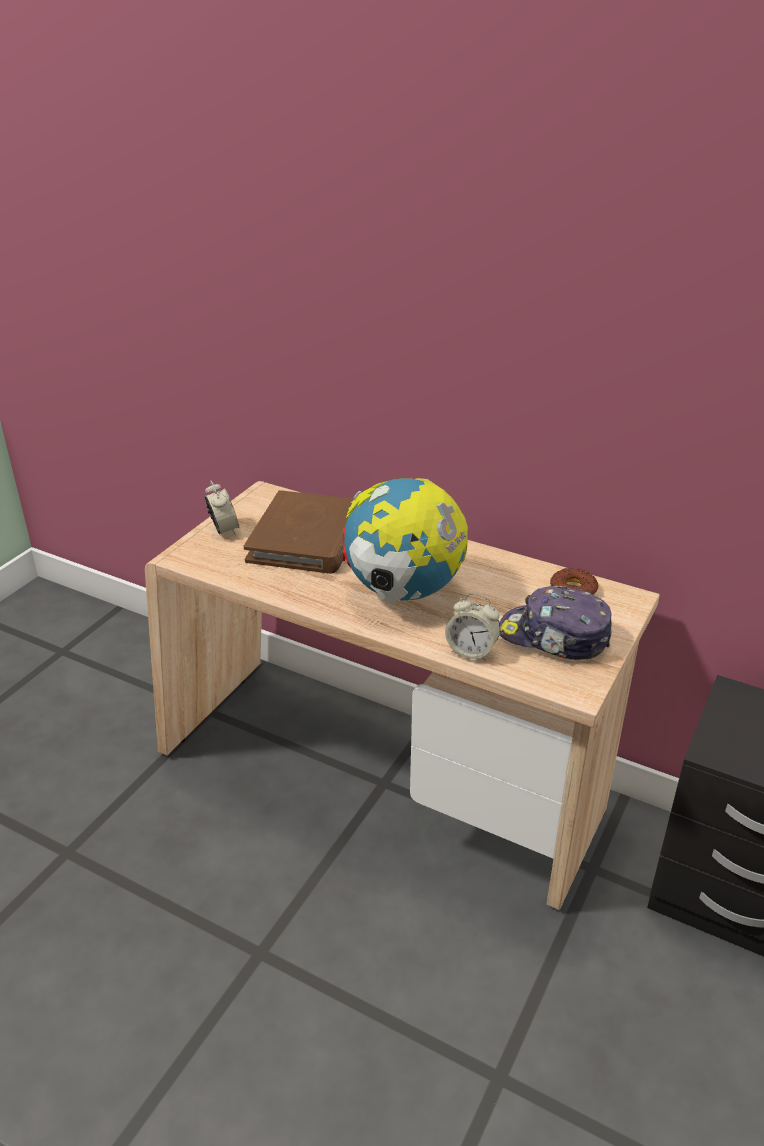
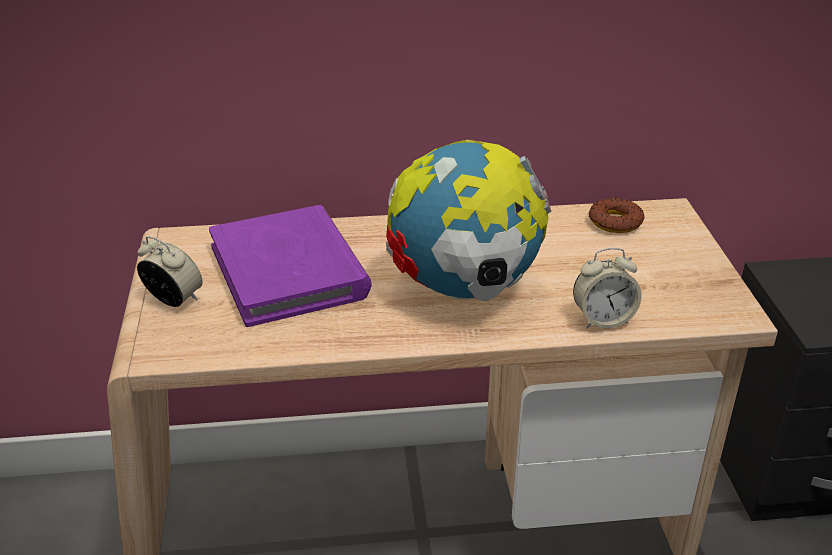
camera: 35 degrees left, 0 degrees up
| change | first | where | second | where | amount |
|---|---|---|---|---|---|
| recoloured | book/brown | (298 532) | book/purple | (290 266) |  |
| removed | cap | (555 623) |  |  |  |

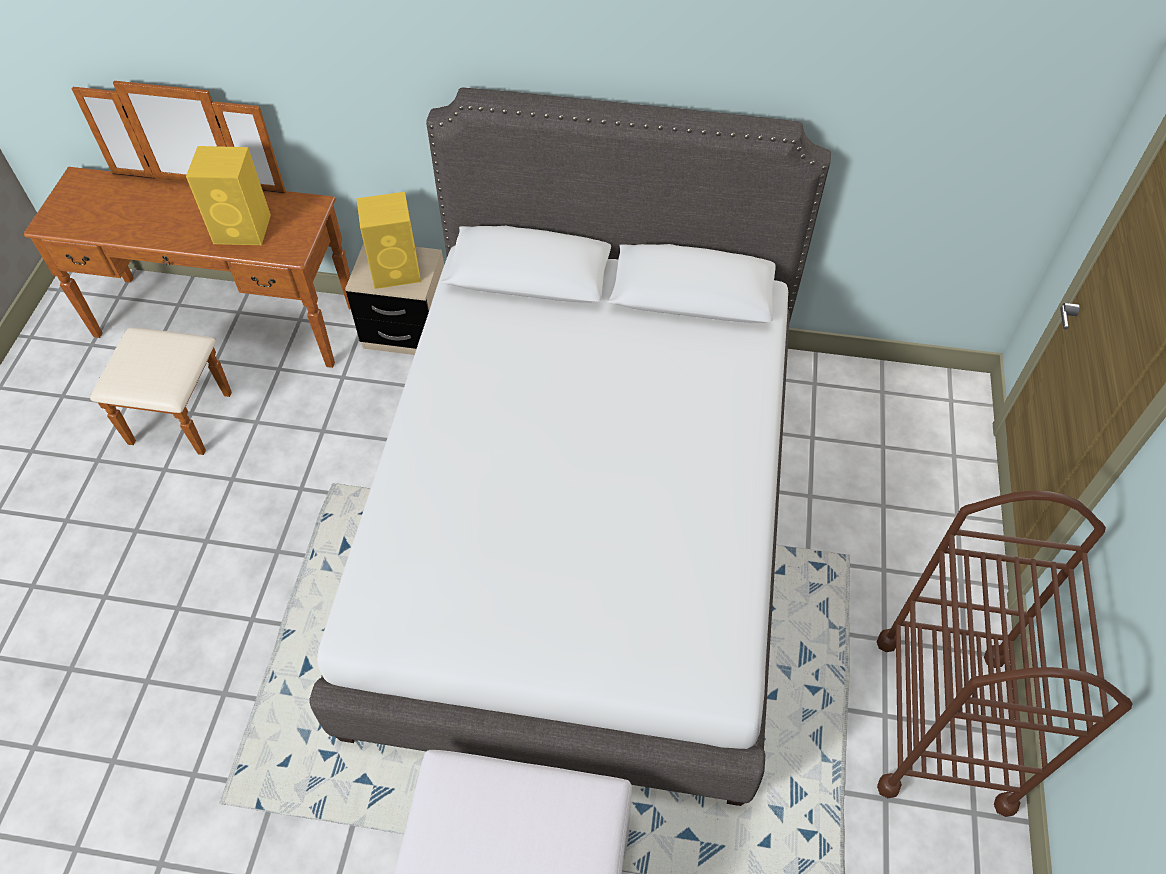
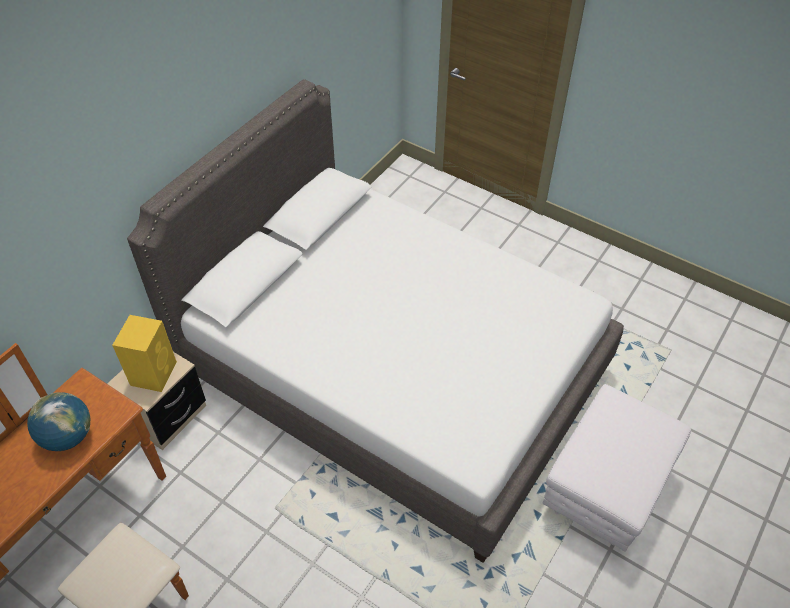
camera: 65 degrees left, 5 degrees down
| change | first | where | second | where | amount |
|---|---|---|---|---|---|
| replaced | speaker/yellow | (228 195) | globe | (58 421) |  |
| removed | cart/brown | (1005 654) |  |  |  |

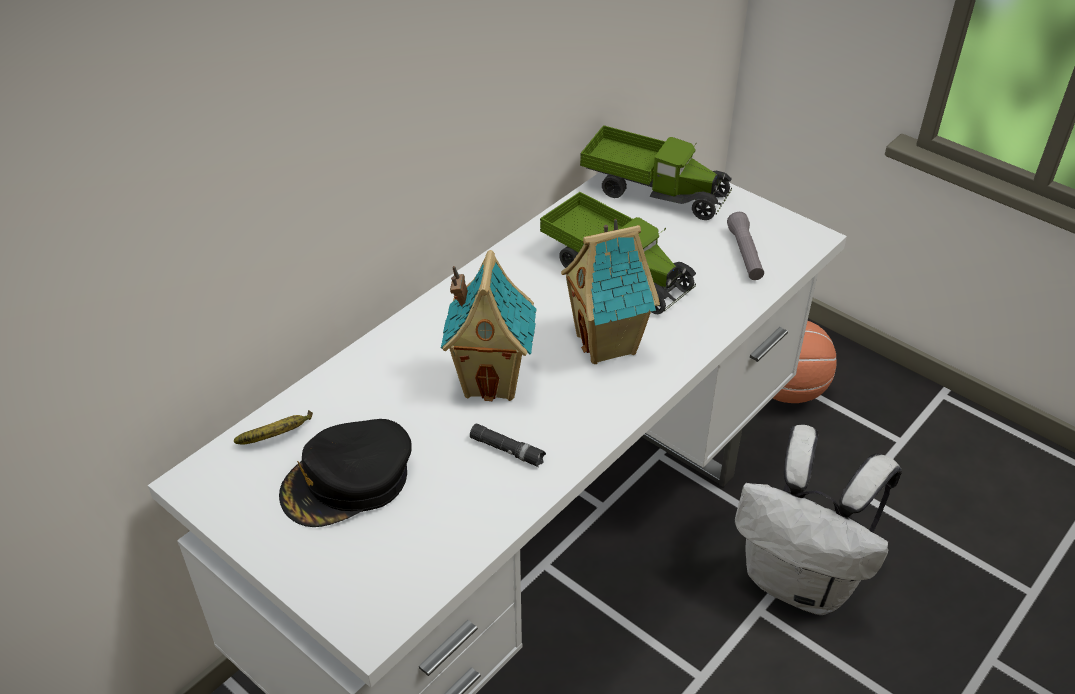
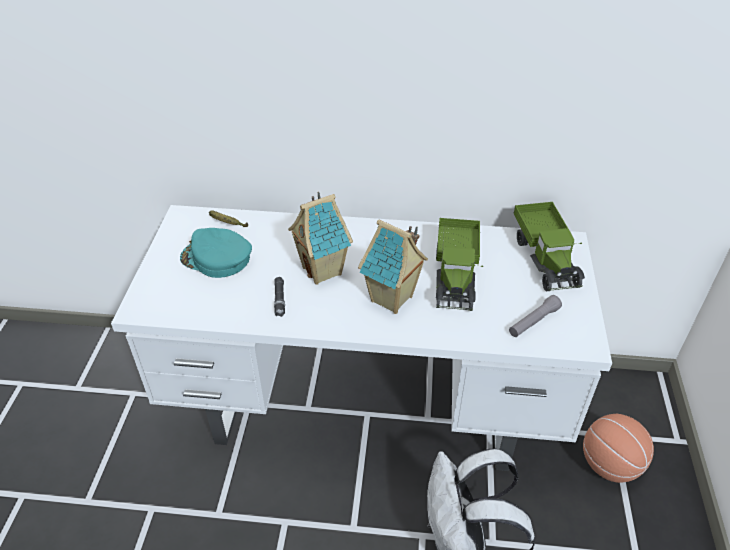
camera: 55 degrees right, 0 degrees up
| change | first | where | second | where | amount |
|---|---|---|---|---|---|
| recoloured | cap/black | (345 473) | cap/turquoise | (216 253) |  |

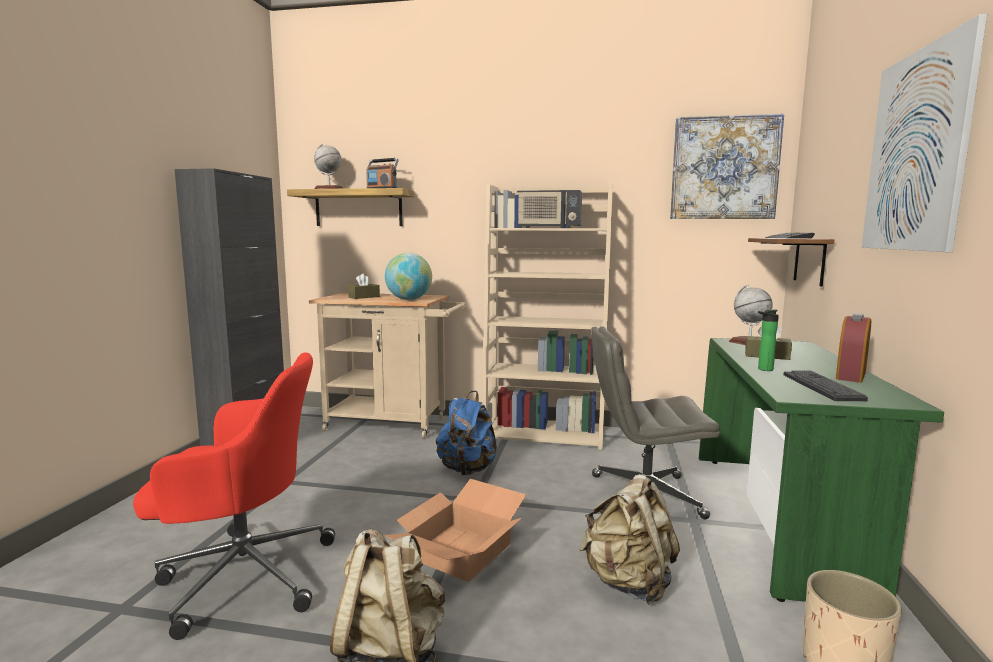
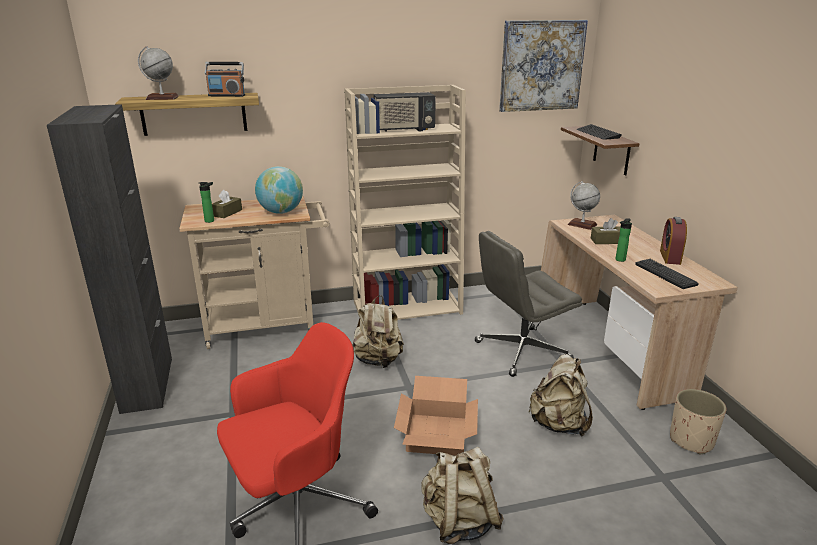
camera: 25 degrees left, 15 degrees up
| change | first | where | second | where | amount |
|---|---|---|---|---|---|
| added |  |  | bottle | (206 202) |  |
| recoloured | backpack/blue | (466 432) | backpack/beige | (378 331) |  |
| recoloured | desk/green | (821 470) | desk/beige | (639 312) |  |
| removed | picture | (924 133) |  |  |  |

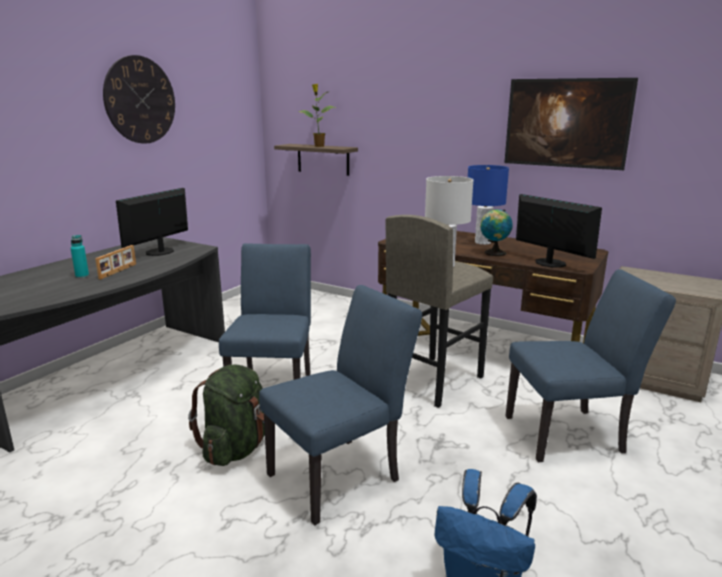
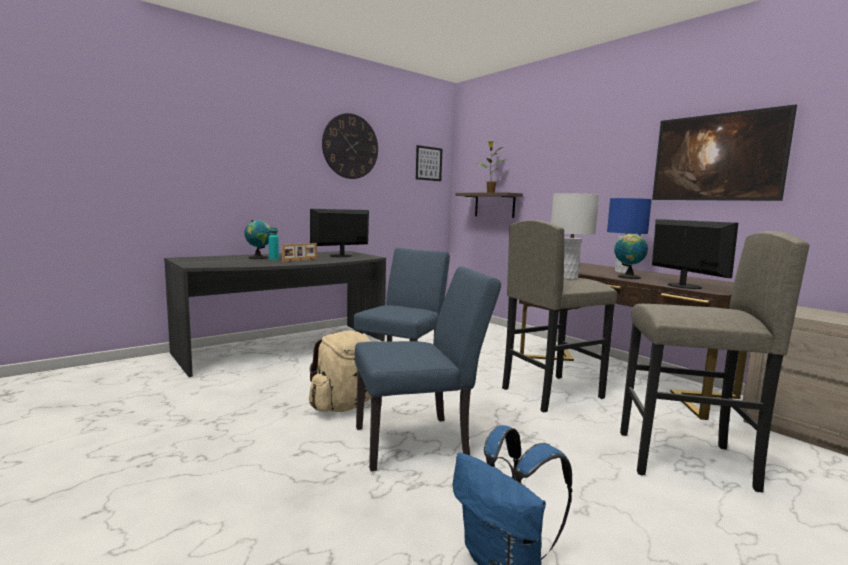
camera: 20 degrees right, 10 degrees down
| change | first | where | second | where | amount |
|---|---|---|---|---|---|
| added |  |  | globe | (257 239) |  |
| recoloured | backpack/green | (226 415) | backpack/beige | (340 371) |  |
| added |  |  | picture | (429 163) |  |
| replaced | chair/blue | (590 365) | stool/grey | (714 362) |  |

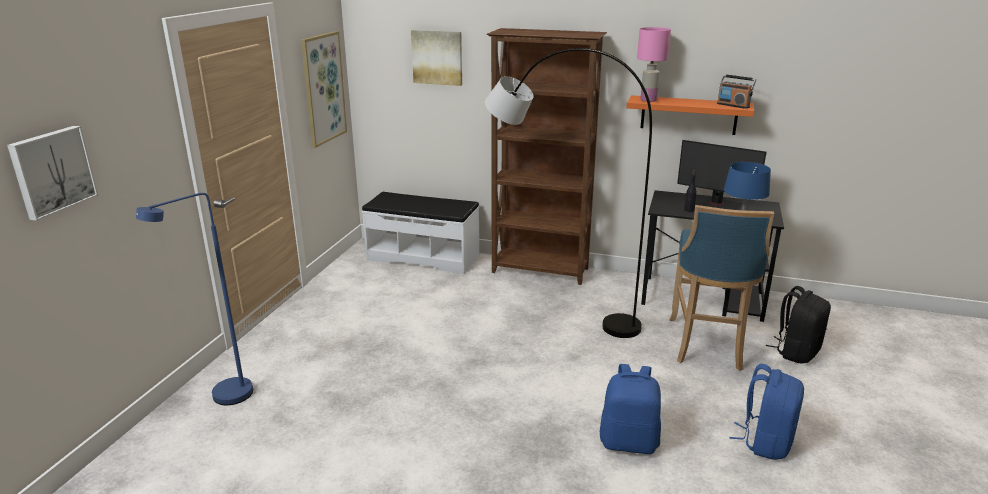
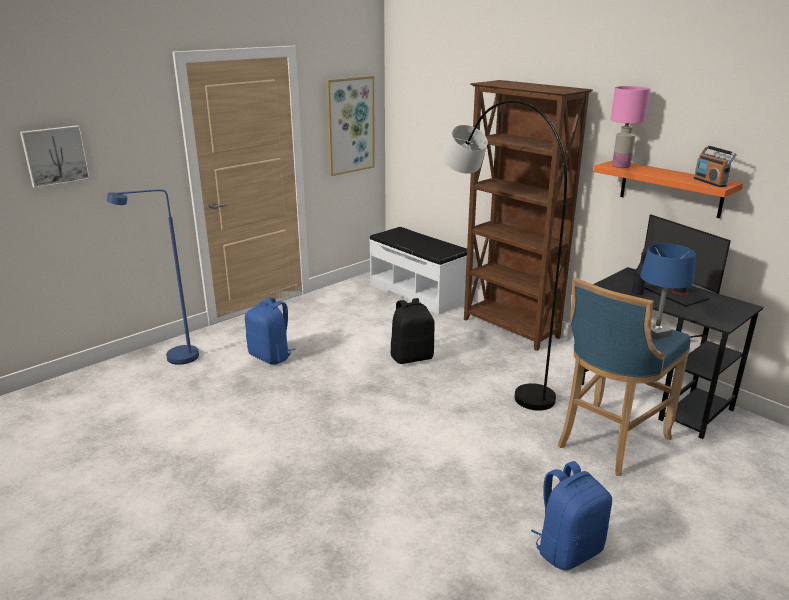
camera: 30 degrees right, 0 degrees up
| change | first | where | second | where | amount |
|---|---|---|---|---|---|
| moved | backpack/blue | (630 409) |  | (270 331) |  |
| moved | backpack/black | (798 324) |  | (413 331) |  |
| removed | picture | (436 58) |  |  |  |

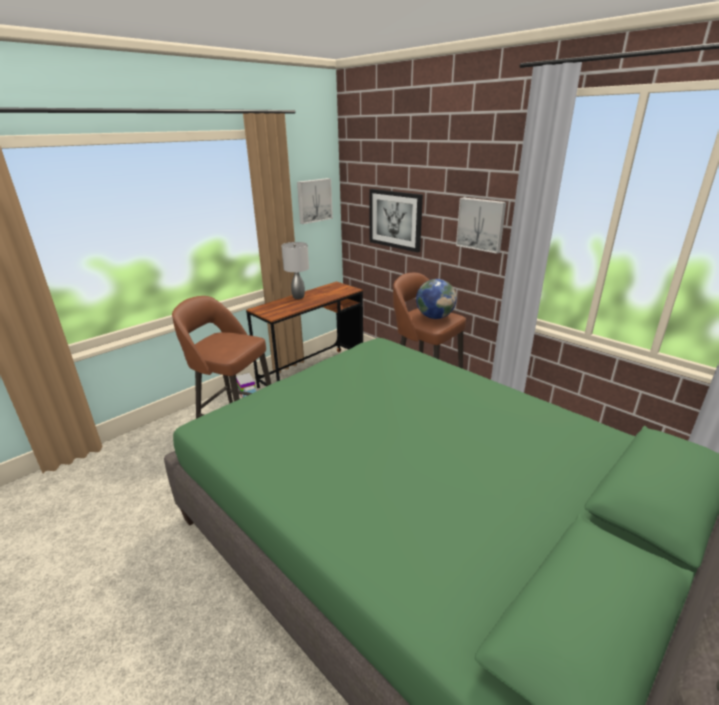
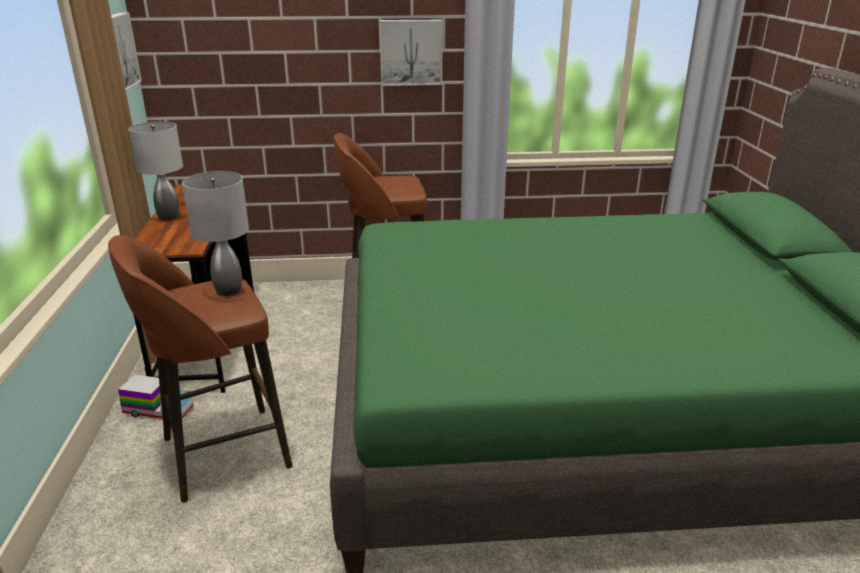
camera: 50 degrees left, 0 degrees up
| change | first | where | second | where | amount |
|---|---|---|---|---|---|
| added |  |  | table lamp/grey | (215 233) |  |
| removed | picture | (396 220) |  |  |  |
| removed | globe | (436 299) |  |  |  |

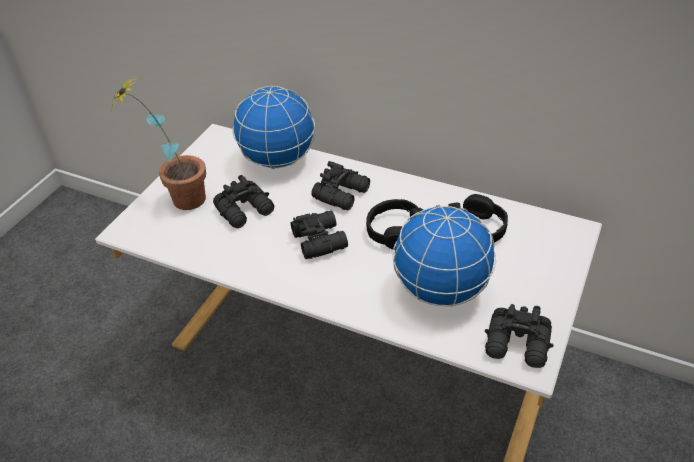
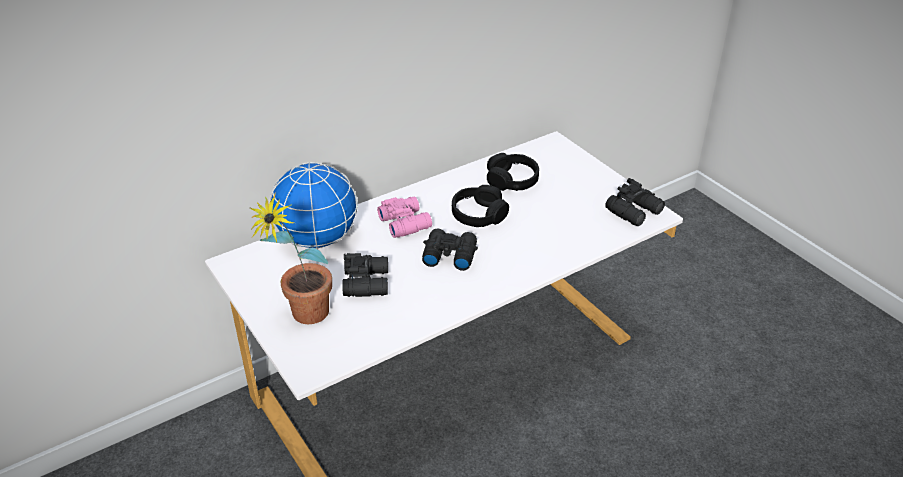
camera: 60 degrees left, 5 degrees down
| change | first | where | second | where | amount |
|---|---|---|---|---|---|
| recoloured | binoculars/black | (340 185) | binoculars/pink | (404 217) |  |
| removed | globe | (444 256) |  |  |  |

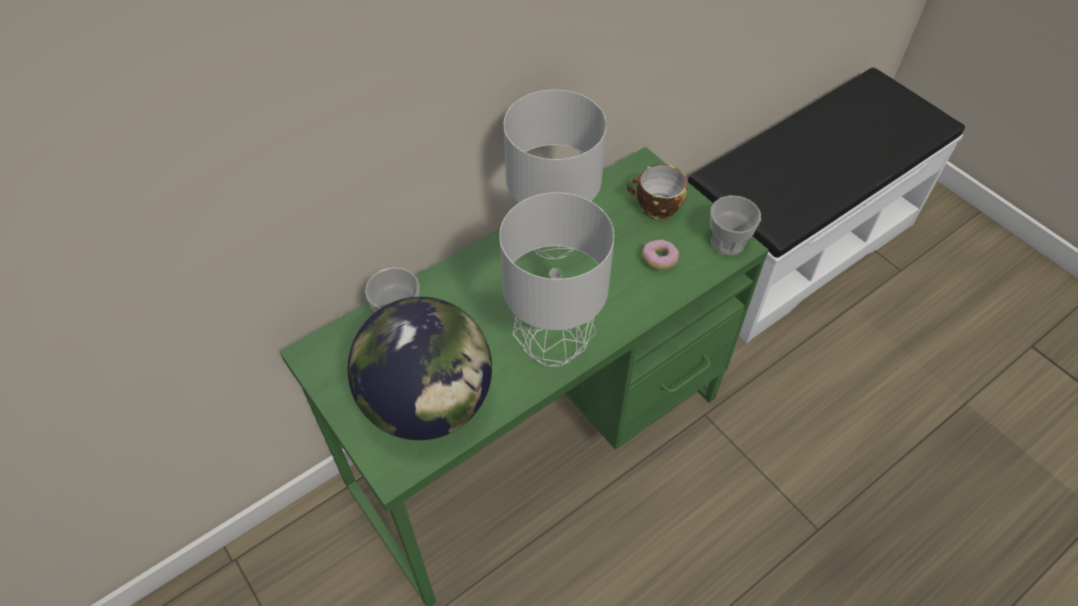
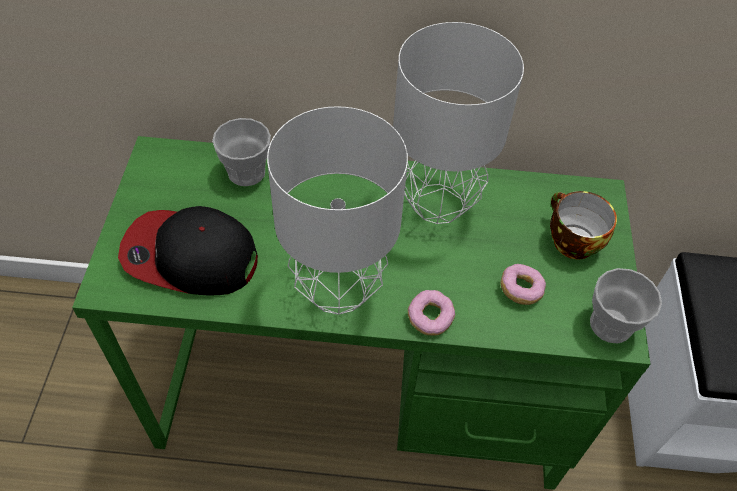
camera: 40 degrees right, 0 degrees up
| change | first | where | second | where | amount |
|---|---|---|---|---|---|
| replaced | globe | (420 368) | cap | (188 251) |  |
| added |  |  | donut | (431 312) |  |

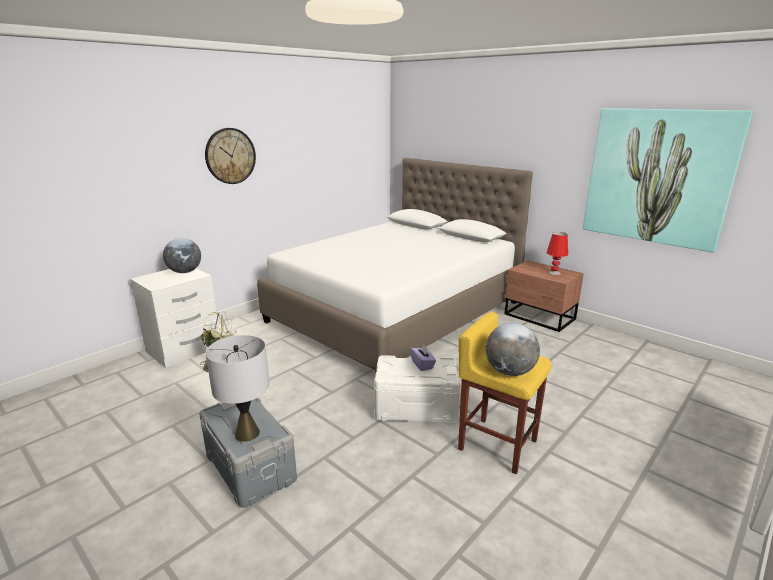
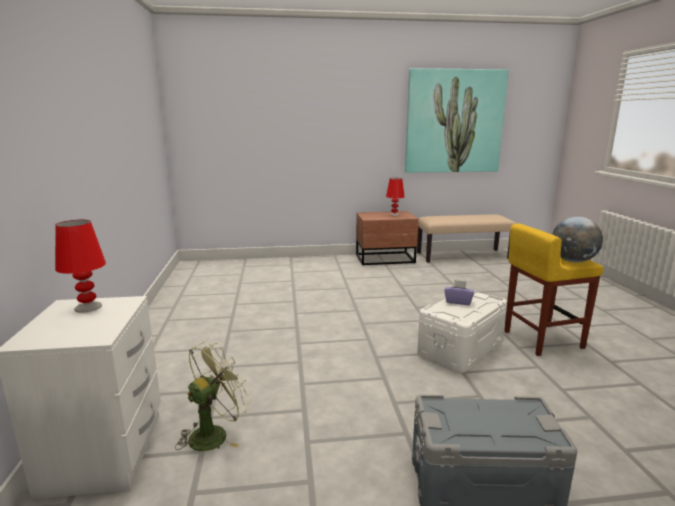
camera: 50 degrees left, 5 degrees down
| change | first | where | second | where | amount |
|---|---|---|---|---|---|
| replaced | globe | (182 255) | table lamp/red | (80 266) |  |
| added |  |  | bench/beige | (466 238) |  |
| removed | wall clock | (230 156) |  |  |  |
| removed | table lamp/grey | (238 388) |  |  |  |
| removed | bed/white | (395 264) |  |  |  |

